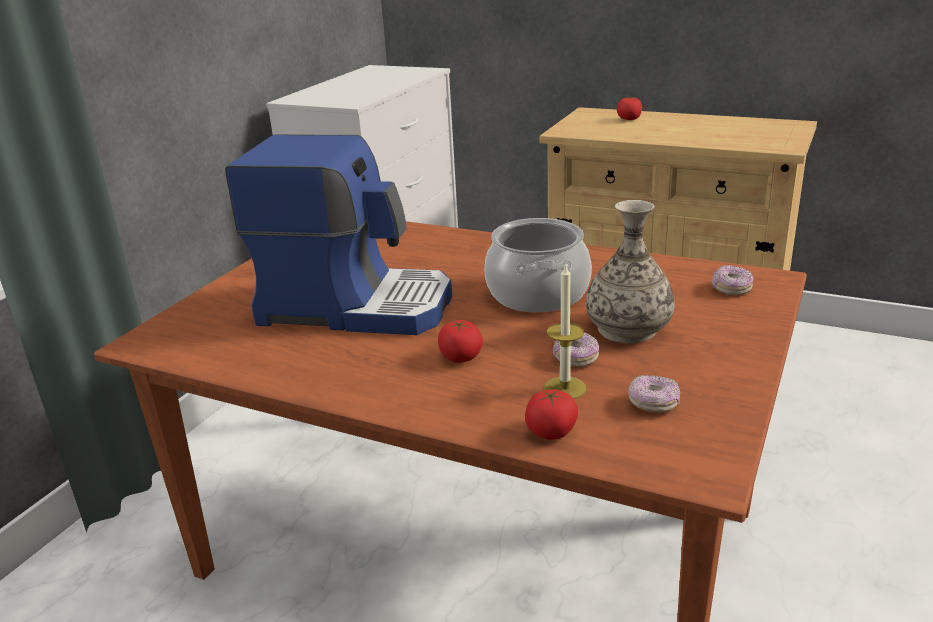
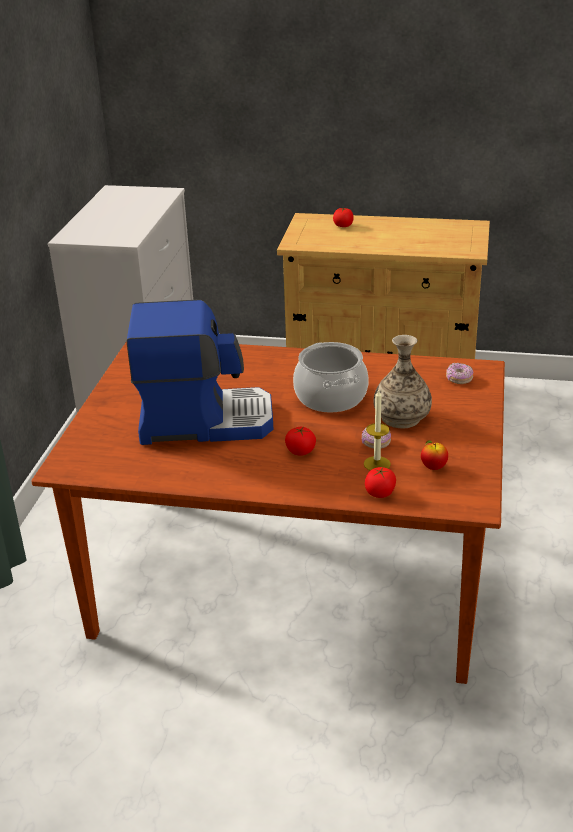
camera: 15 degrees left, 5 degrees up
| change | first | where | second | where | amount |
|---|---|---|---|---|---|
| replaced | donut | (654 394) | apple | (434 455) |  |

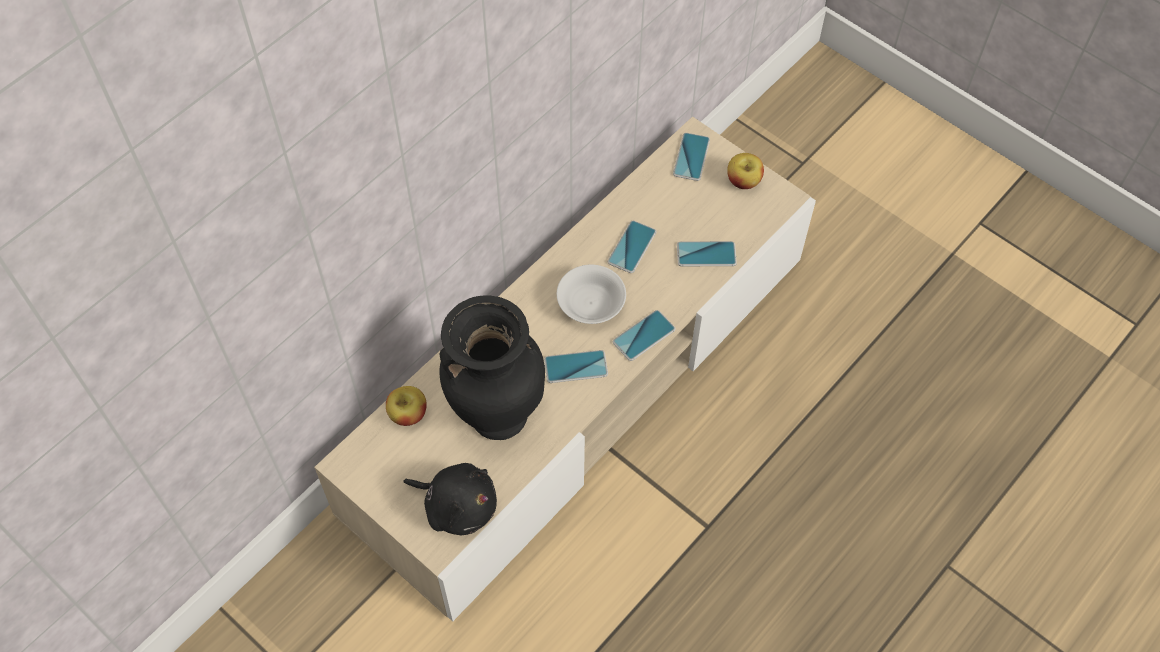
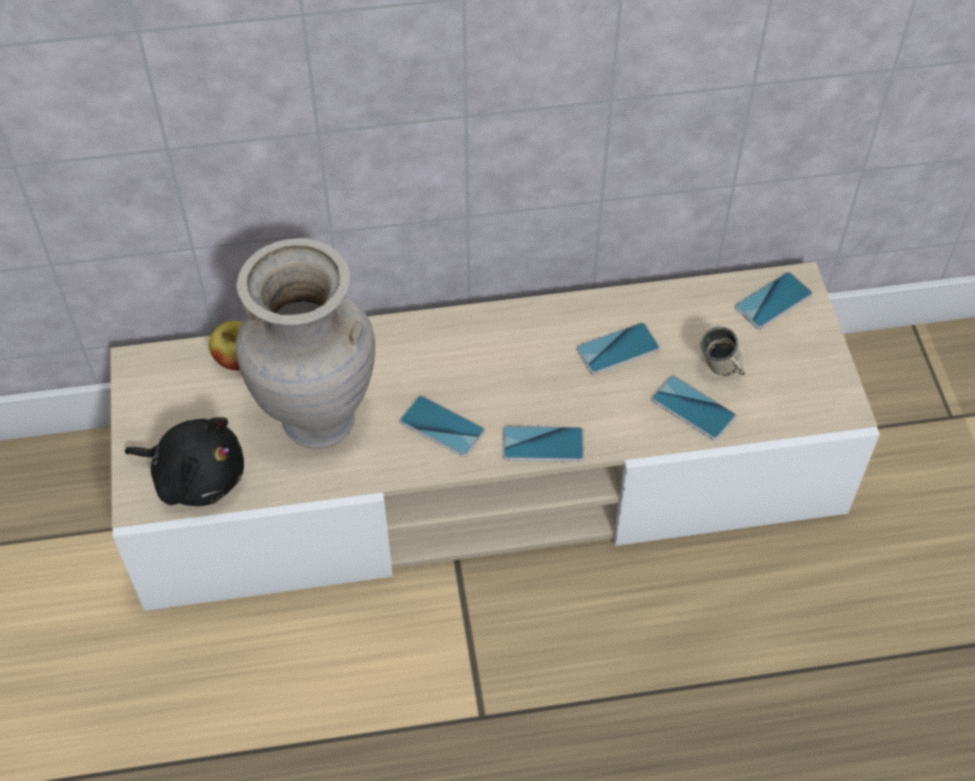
camera: 40 degrees right, 5 degrees down
| change | first | where | second | where | amount |
|---|---|---|---|---|---|
| turned | plush toy/black | (450 499) |  | (184 461) | 45 degrees counterclockwise |
| recoloured | vase/black | (492 367) | vase/beige | (305 343) |  |
| added |  |  | mug/beige | (723 351) |  |
| removed | bowl/white | (591 294) |  |  |  |
| removed | apple | (745 171) |  |  |  |

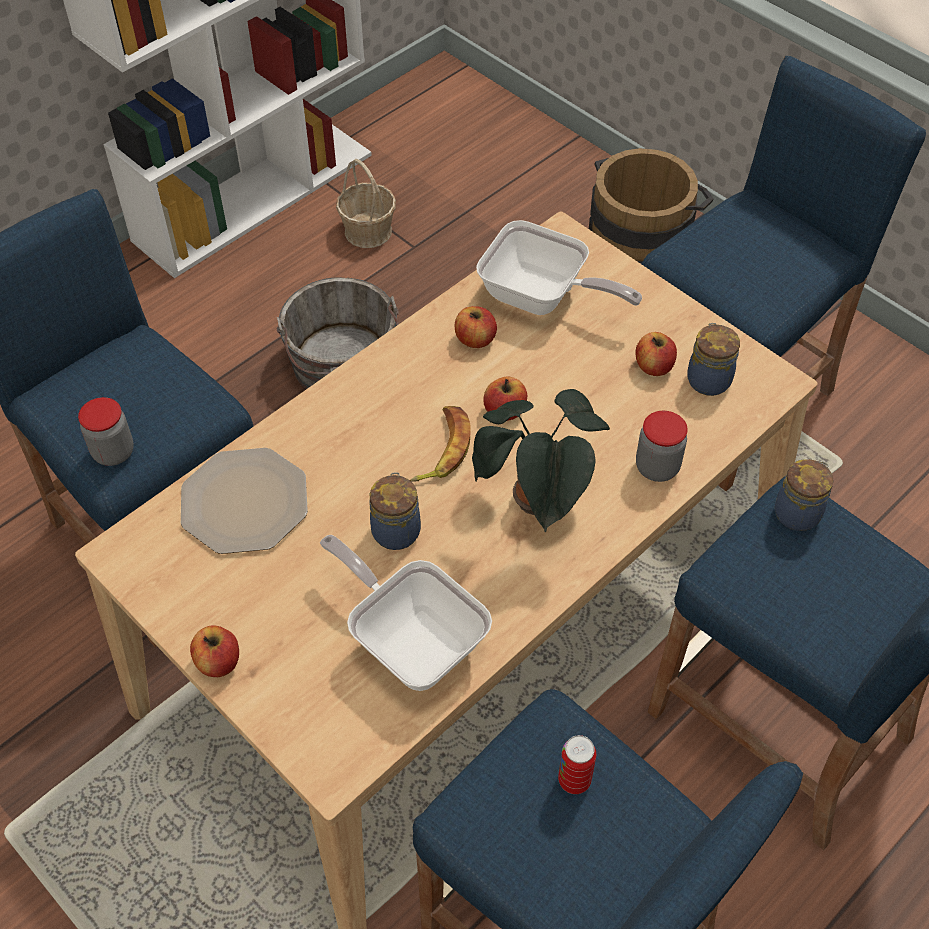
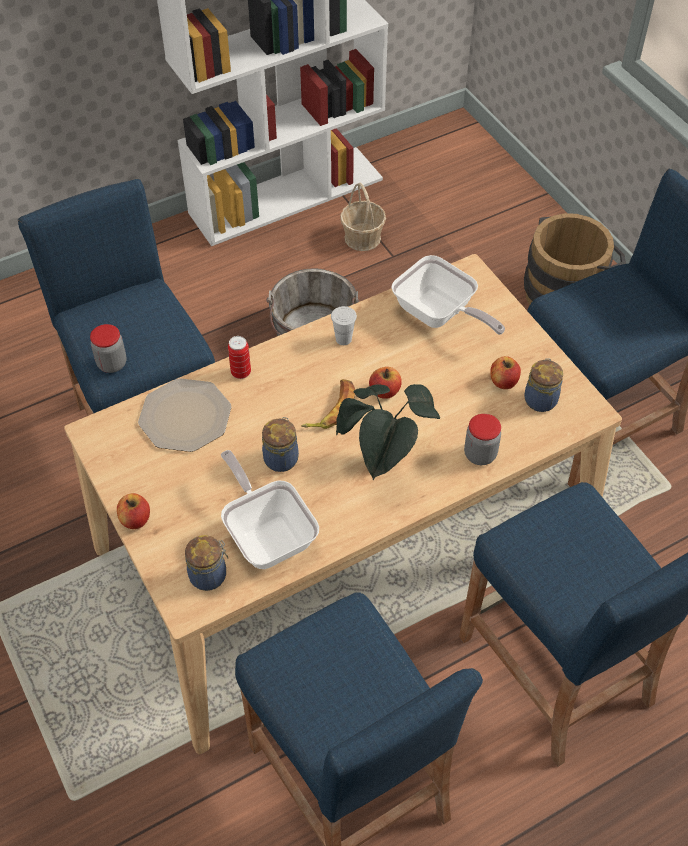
camera: 15 degrees right, 0 degrees up
| change | first | where | second | where | amount |
|---|---|---|---|---|---|
| moved | jar | (804 495) |  | (206 563) |  |
| moved | can | (577 764) |  | (239 357) |  |
| added |  |  | cup/white | (344 325) |  |
| removed | apple | (475 327) |  |  |  |

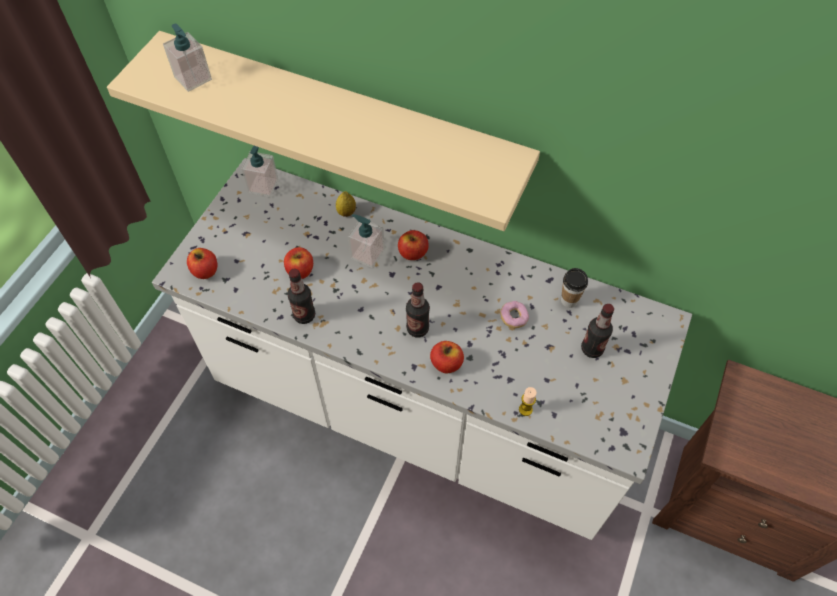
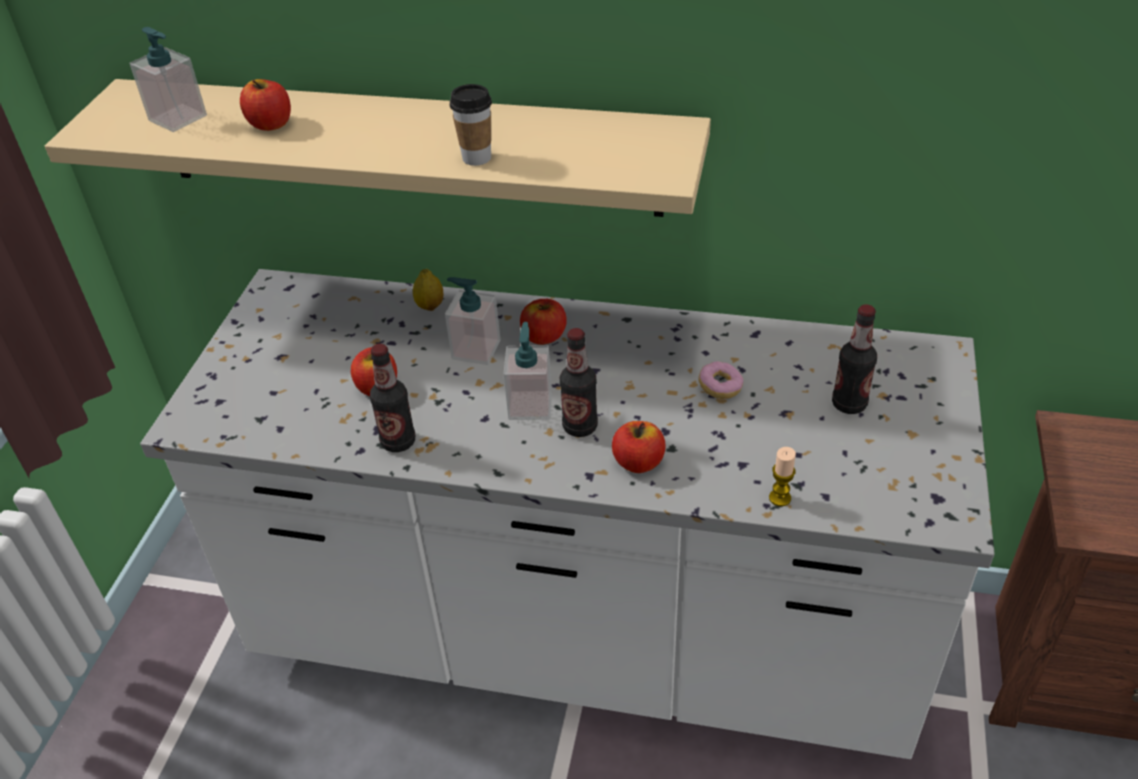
camera: 10 degrees left, 15 degrees down
| change | first | where | second | where | amount |
|---|---|---|---|---|---|
| moved | apple | (202 263) |  | (265 105) |  |
| moved | cup | (574 288) |  | (471 125) |  |
| moved | soap dispenser | (260 171) |  | (527 371) |  |

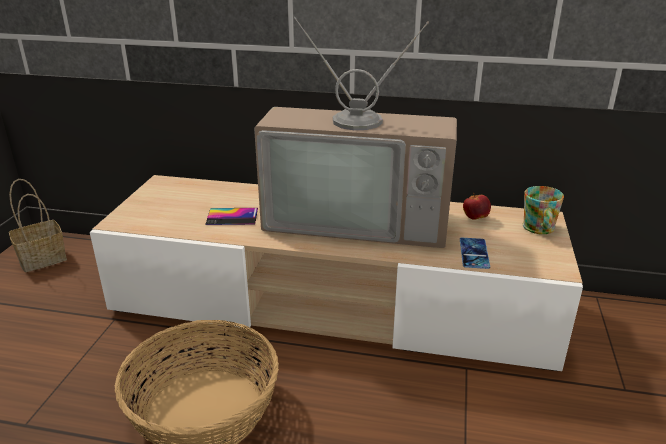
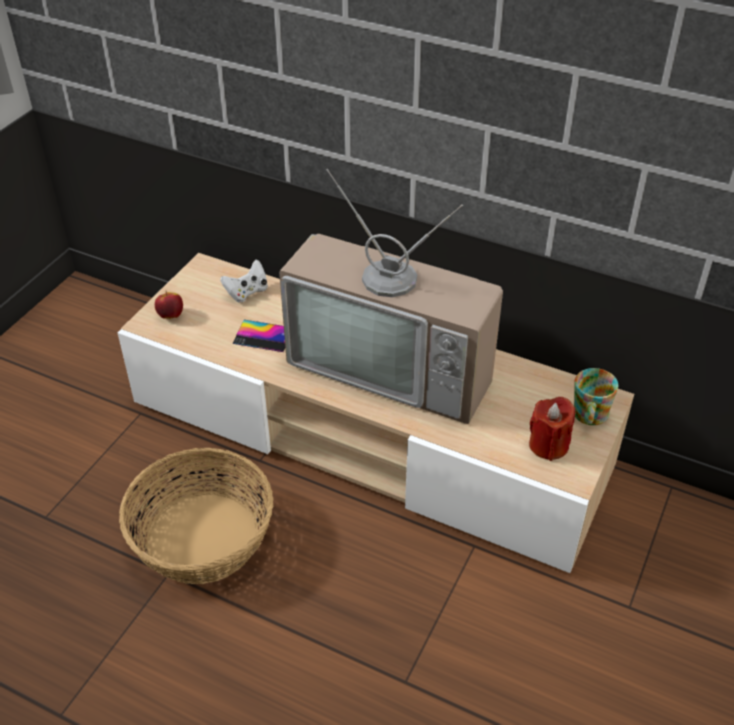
camera: 15 degrees right, 15 degrees up
| change | first | where | second | where | amount |
|---|---|---|---|---|---|
| moved | apple | (477 206) |  | (169 305) |  |
| added |  |  | game controller/white | (244 281) |  |
| added |  |  | candle/red | (552 429) |  |
| removed | basket | (38 225) |  |  |  |
| removed | phone | (475 253) |  |  |  |

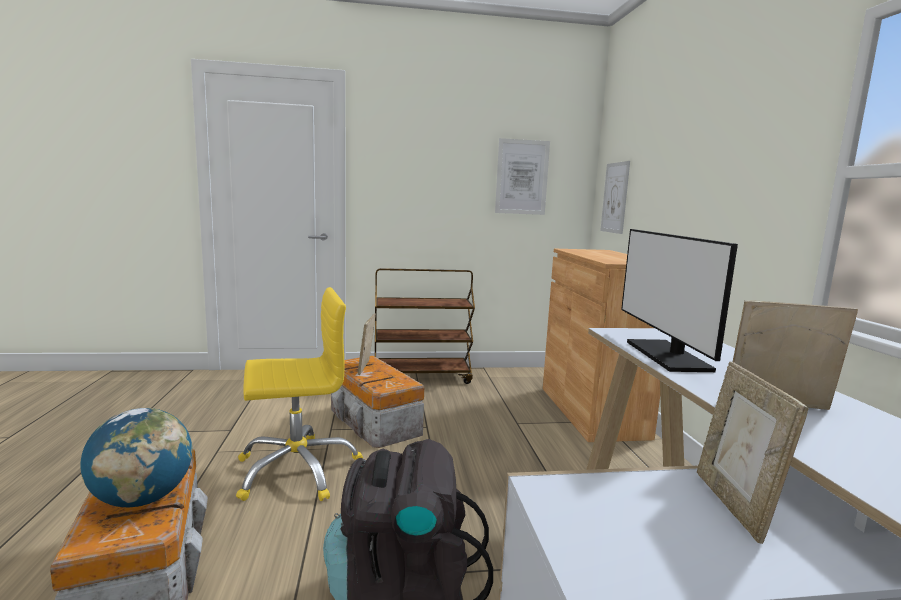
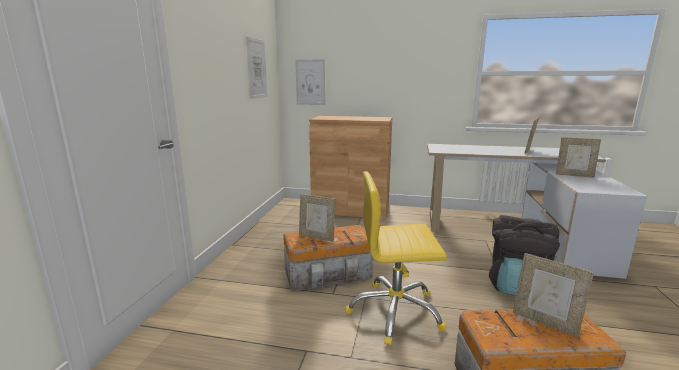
camera: 70 degrees left, 5 degrees up
| change | first | where | second | where | amount |
|---|---|---|---|---|---|
| turned | office chair/yellow | (299 394) |  | (396 258) | 90 degrees counterclockwise |
| replaced | globe | (136 457) | picture frame | (553 295) |  |
| removed | cart/brown | (425 326) |  |  |  |
| removed | monitor | (679 300) |  |  |  |

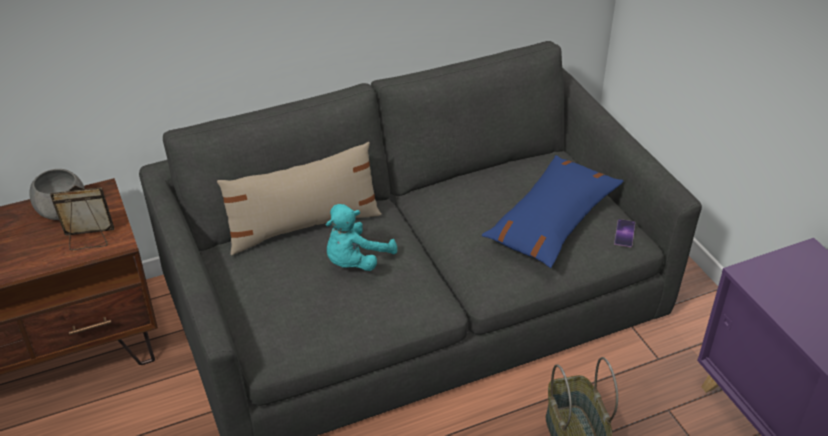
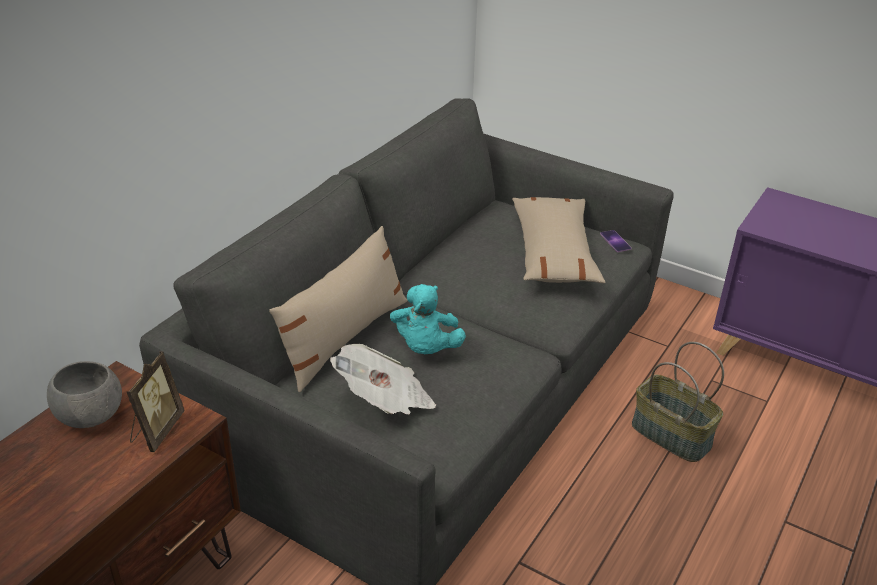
camera: 35 degrees left, 5 degrees down
| change | first | where | second | where | amount |
|---|---|---|---|---|---|
| turned | picture frame | (82 218) |  | (156 401) | 150 degrees clockwise |
| added |  |  | newspaper | (383 379) |  |
| recoloured | pillow/blue | (552 211) | pillow/beige | (558 240) |  |

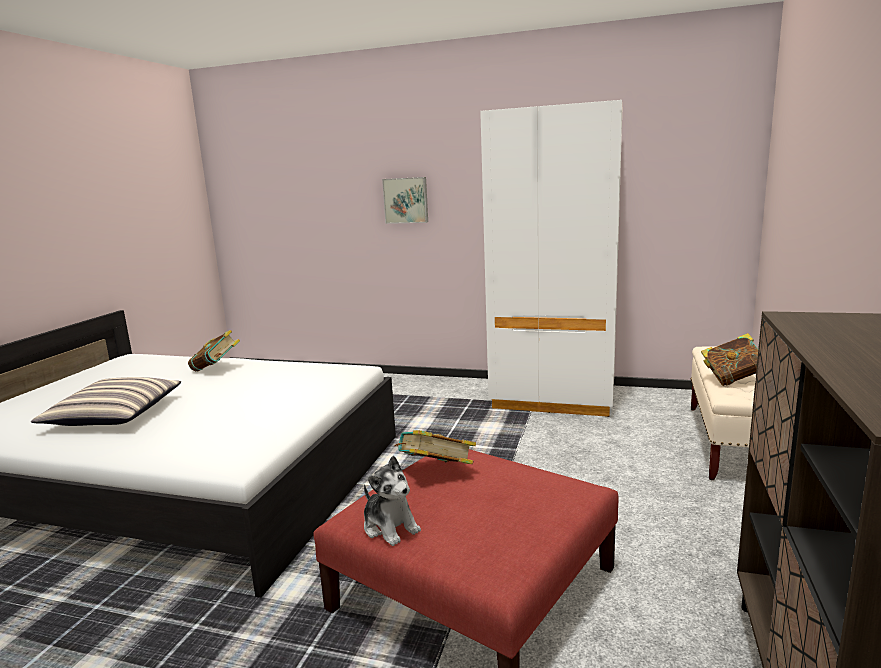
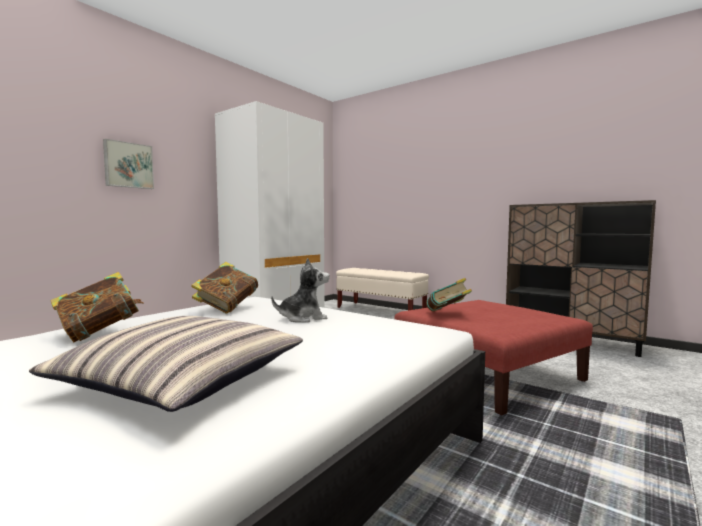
camera: 70 degrees left, 10 degrees down
| change | first | where | second | where | amount |
|---|---|---|---|---|---|
| moved | book | (729 359) |  | (224 287) |  |
| moved | plush toy | (392 501) |  | (300 290) |  |

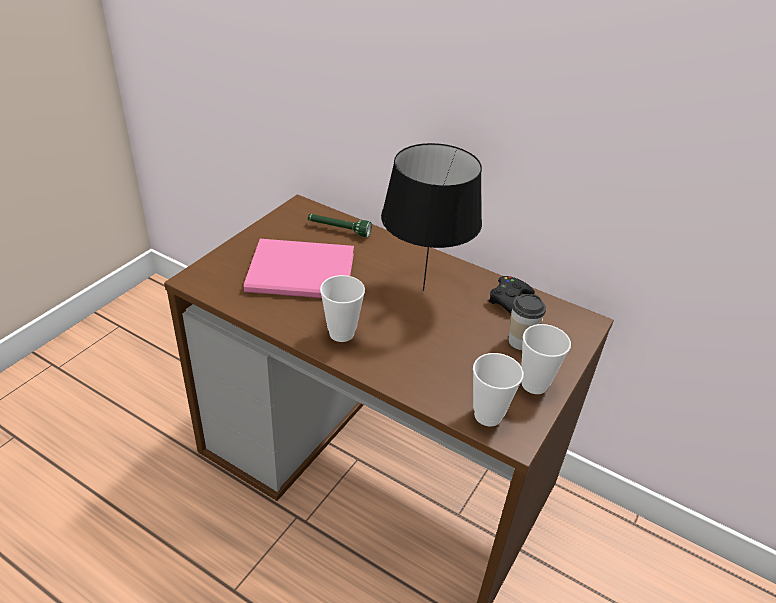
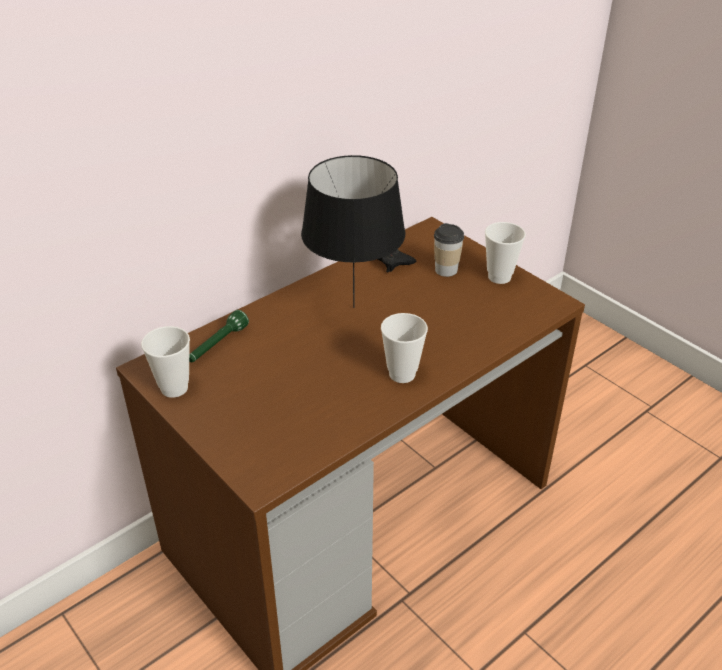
camera: 70 degrees left, 0 degrees up
| change | first | where | second | where | amount |
|---|---|---|---|---|---|
| moved | cup | (498 389) |  | (165 362) |  |
| removed | book/pink | (299 268) |  |  |  |

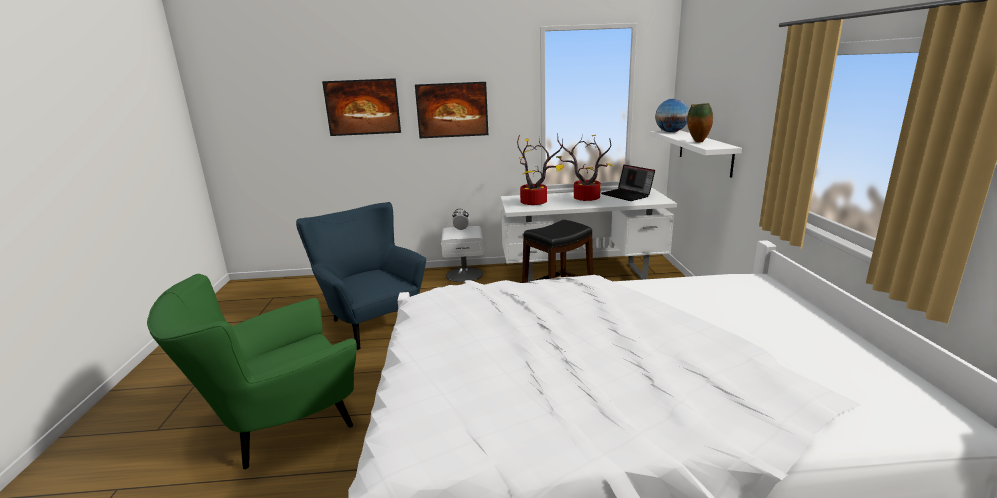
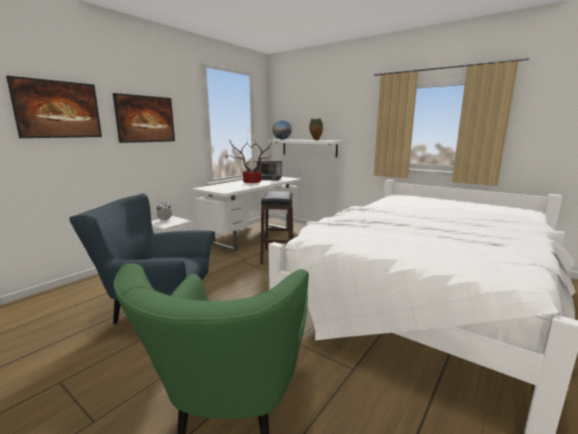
camera: 50 degrees left, 5 degrees down
| change | first | where | second | where | amount |
|---|---|---|---|---|---|
| removed | potted plant | (540 170) |  |  |  |

